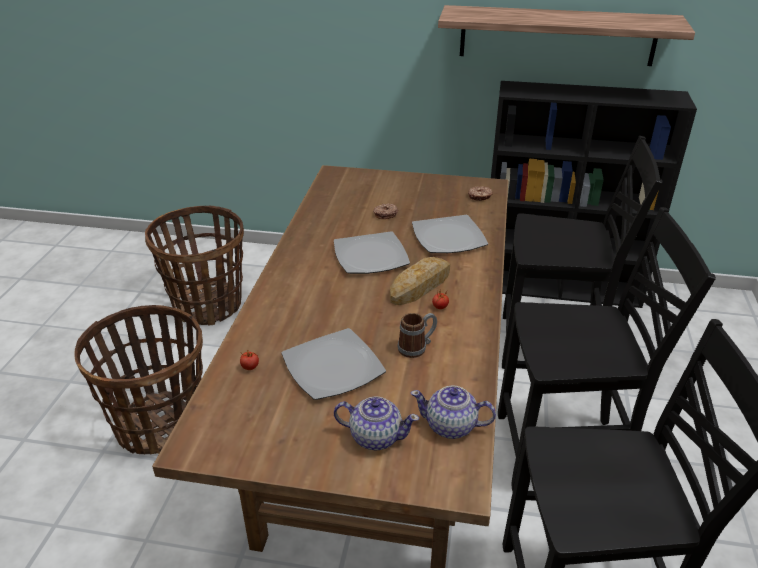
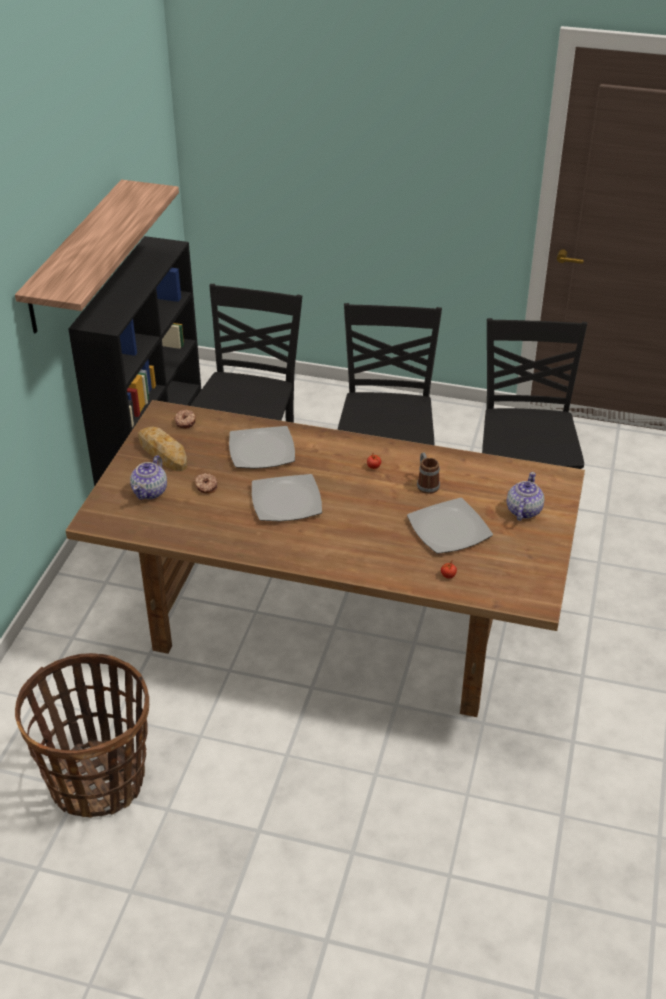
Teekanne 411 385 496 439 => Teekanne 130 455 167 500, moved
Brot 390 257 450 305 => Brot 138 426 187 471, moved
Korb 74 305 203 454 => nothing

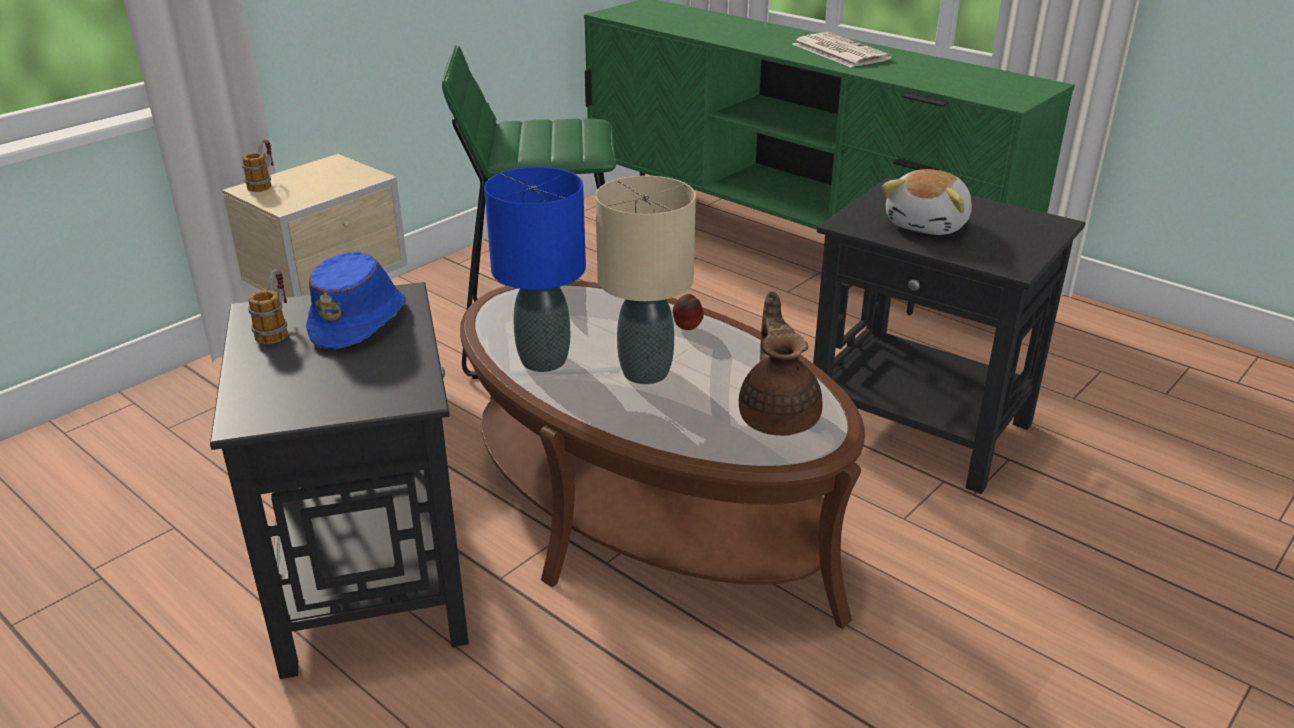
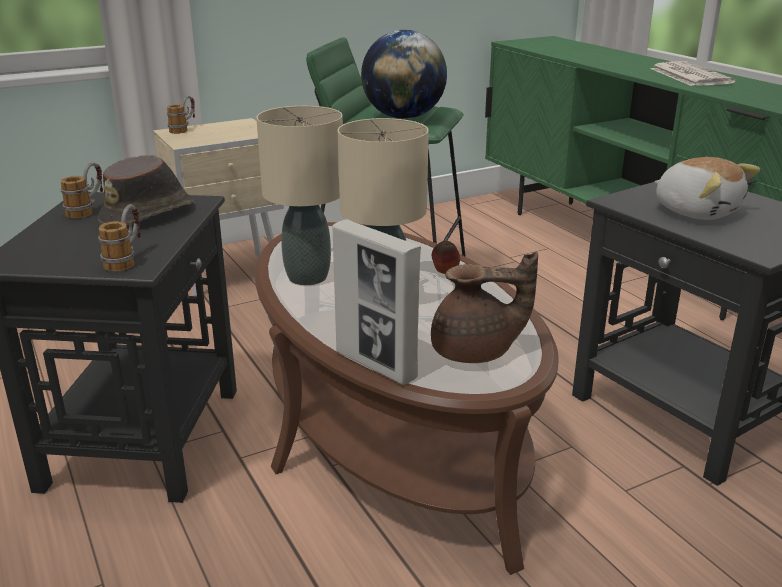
Hut/blau 306 252 406 349 => Hut/braun 98 155 195 225
nothing => Henkelbecher 98 204 141 272
Tischlampe/blau 484 167 586 372 => Tischlampe/beige 256 106 343 285
nothing => Bilderrahmen 333 219 421 385
nothing => Globus 361 30 447 119
Teekanne/braun 739 291 823 436 => Teekanne/braun 431 252 538 363, 75 degrees clockwise
Plüschtier 882 169 972 235 => Plüschtier 654 157 760 220, 90 degrees counterclockwise

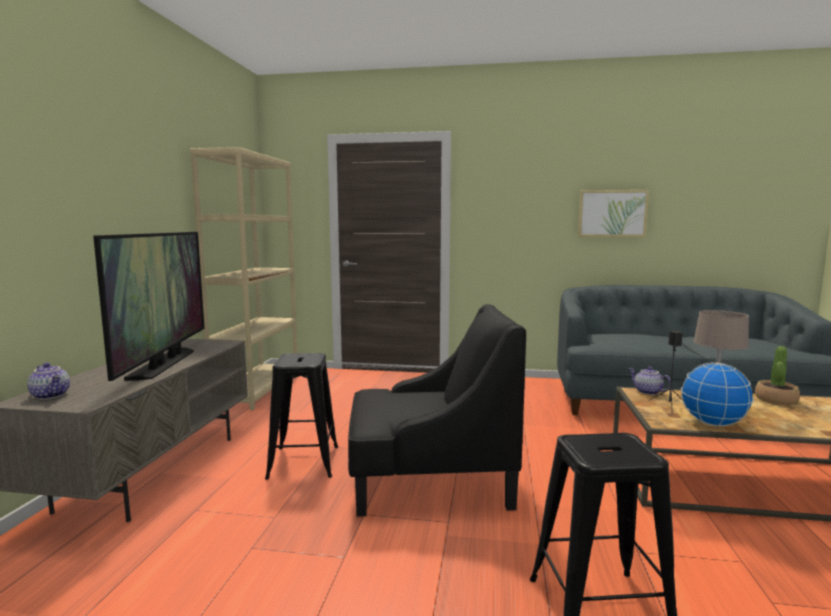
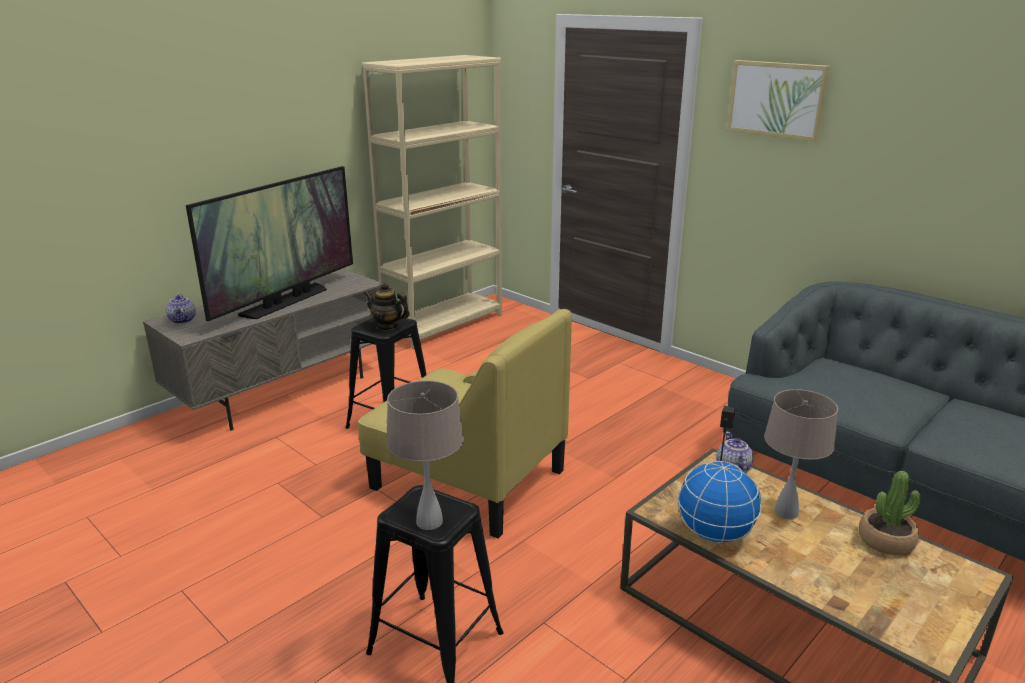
Sessel/schwarz 348 304 526 517 => Sessel/gelb 358 309 572 539
nothing => Teekanne 364 283 410 331
nothing => Tischlampe/beige 386 381 464 530
Bild 578 190 649 237 => Bild 727 60 830 142, moved

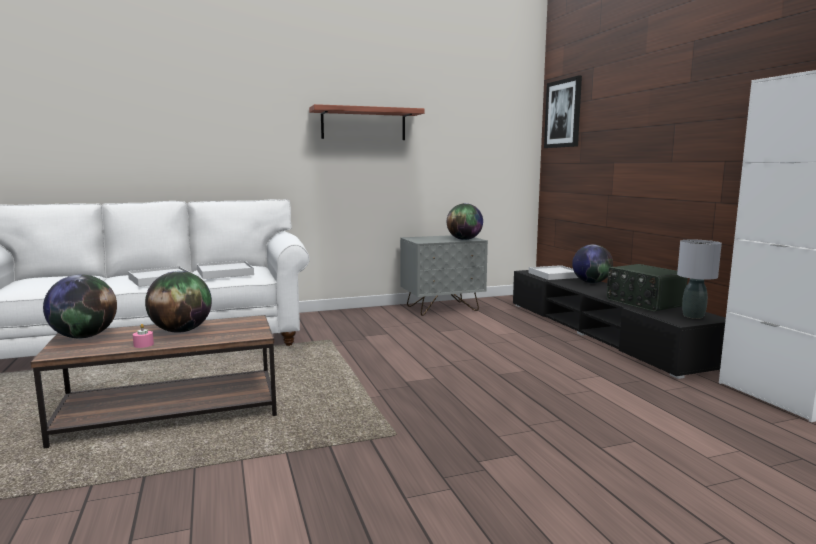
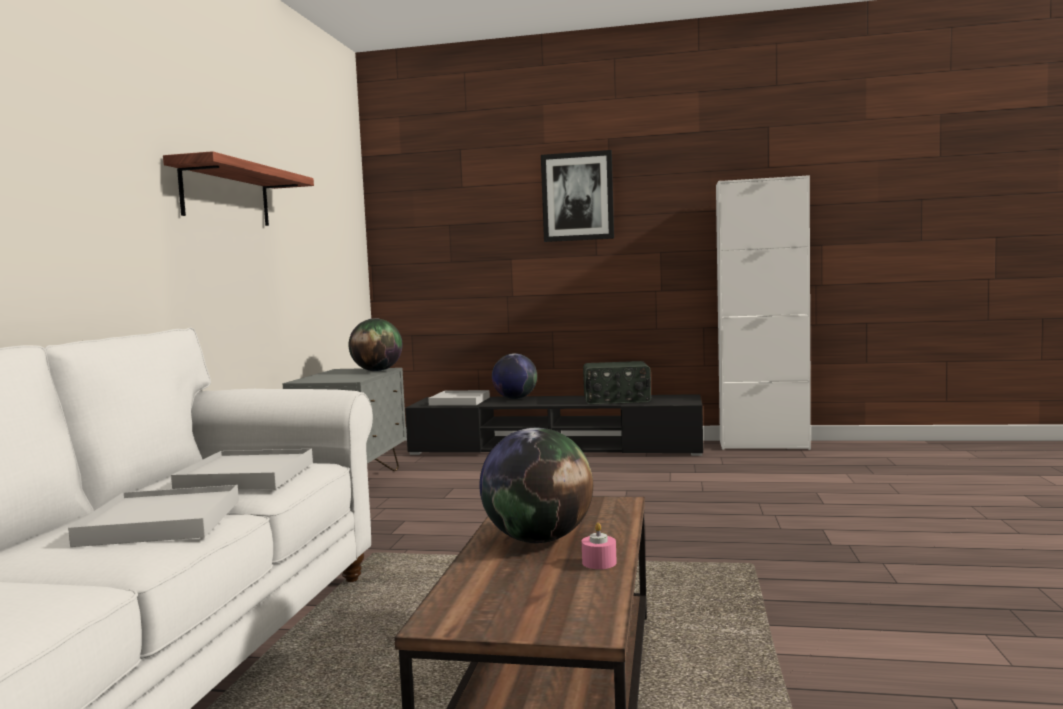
Bild 544 75 582 148 => Bild 541 150 614 242, moved
Globus 43 274 117 338 => nothing
Tischlampe/grau 677 240 722 319 => nothing

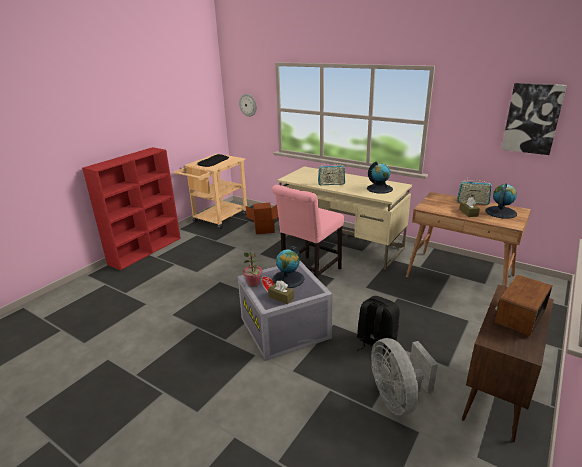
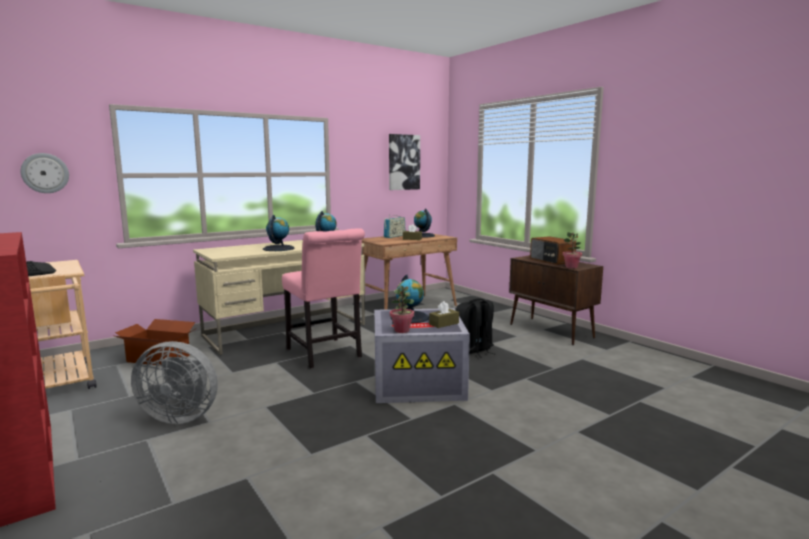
Ventilator/grau 371 338 438 415 => Ventilator/grau 131 341 218 424, moved
Radio 318 162 345 185 => Globus 263 215 295 251
nothing => Topfpflanze 563 232 582 269

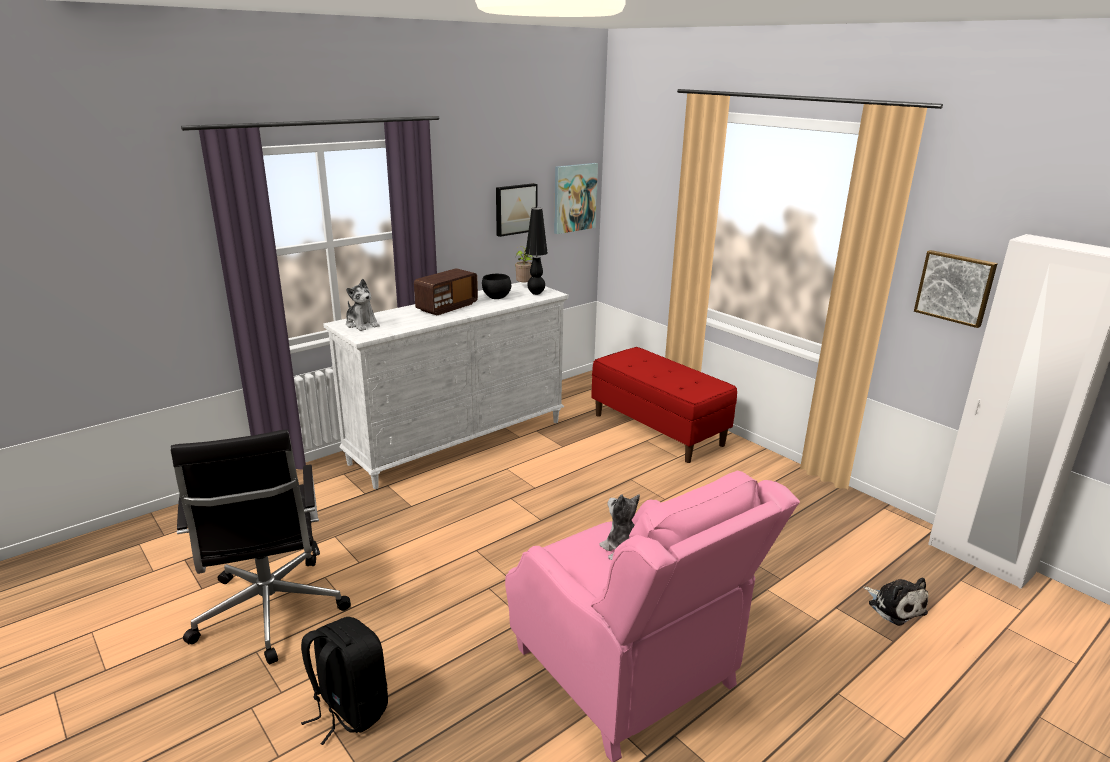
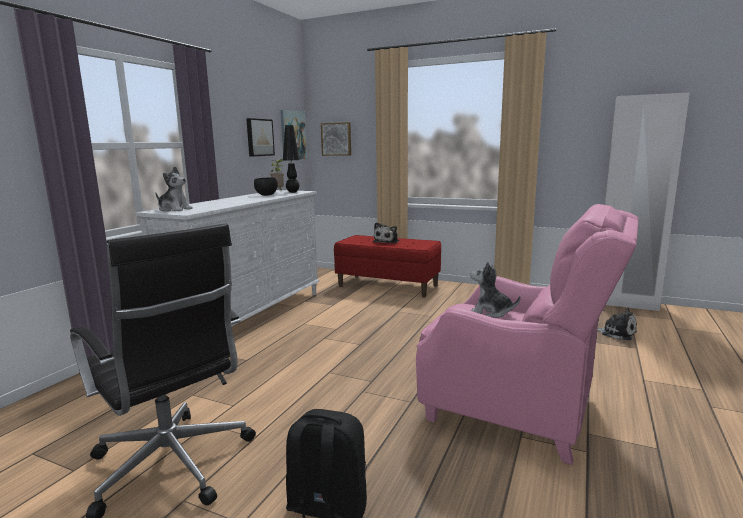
Bild 914 250 998 328 => Bild 321 122 351 156, moved
nothing => Plüschtier 373 222 399 243
Radio 414 268 478 315 => nothing

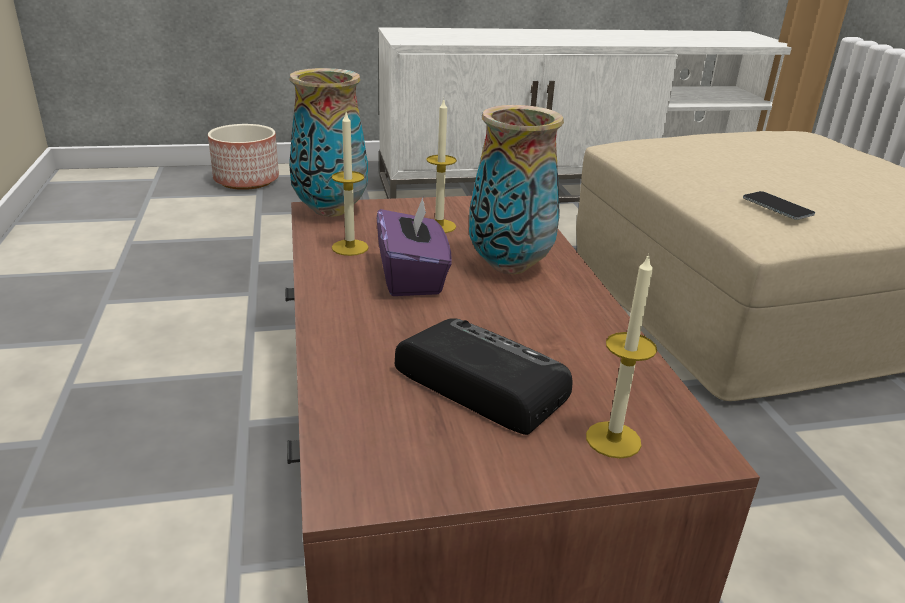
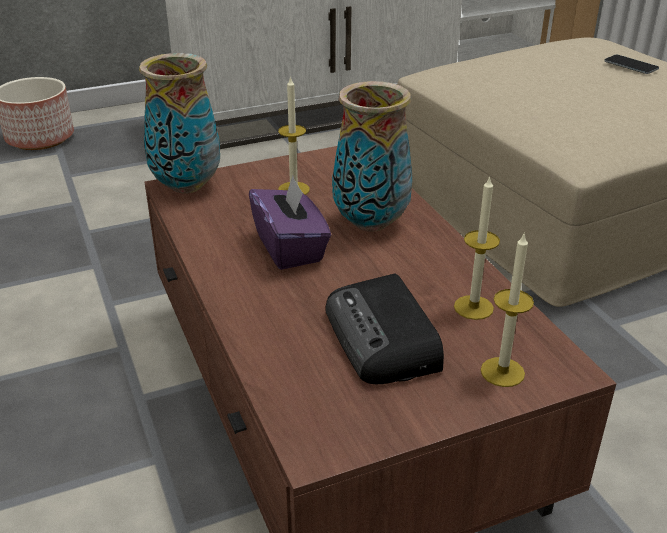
Radio 395 318 572 435 => Radio 325 273 444 384, 135 degrees counterclockwise
Kerze 331 113 369 256 => Kerze 454 175 500 320, moved
Handy 743 191 815 220 => Handy 604 55 659 74, moved

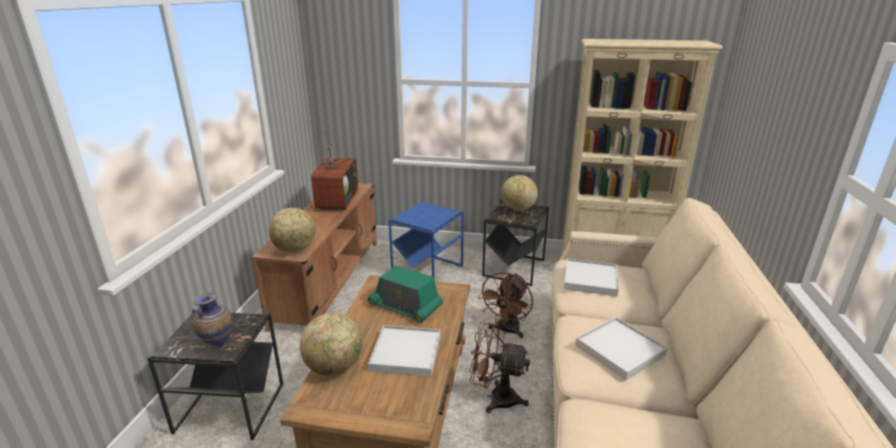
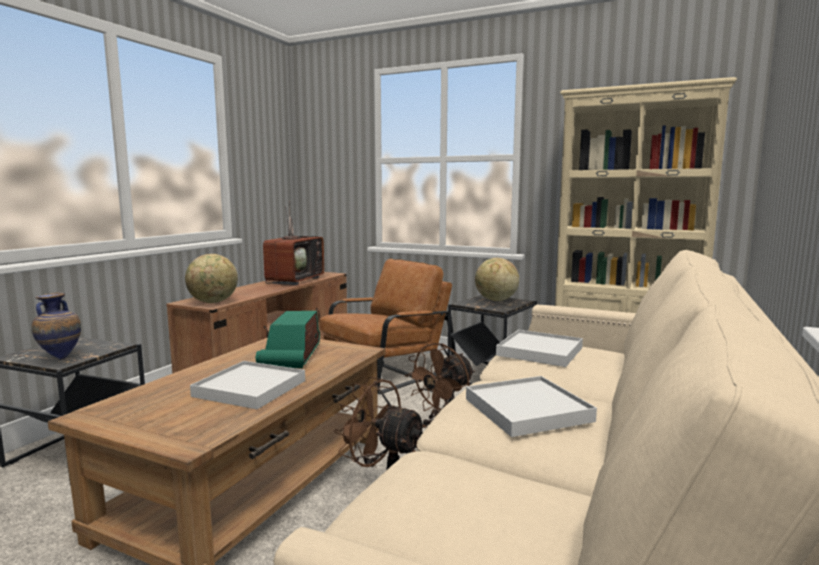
Radio 368 265 443 323 => Radio 256 311 320 368, 45 degrees clockwise
Beistelltisch/blau 388 201 464 280 => Sessel/braun 320 258 456 394
Globus 300 313 362 376 => nothing

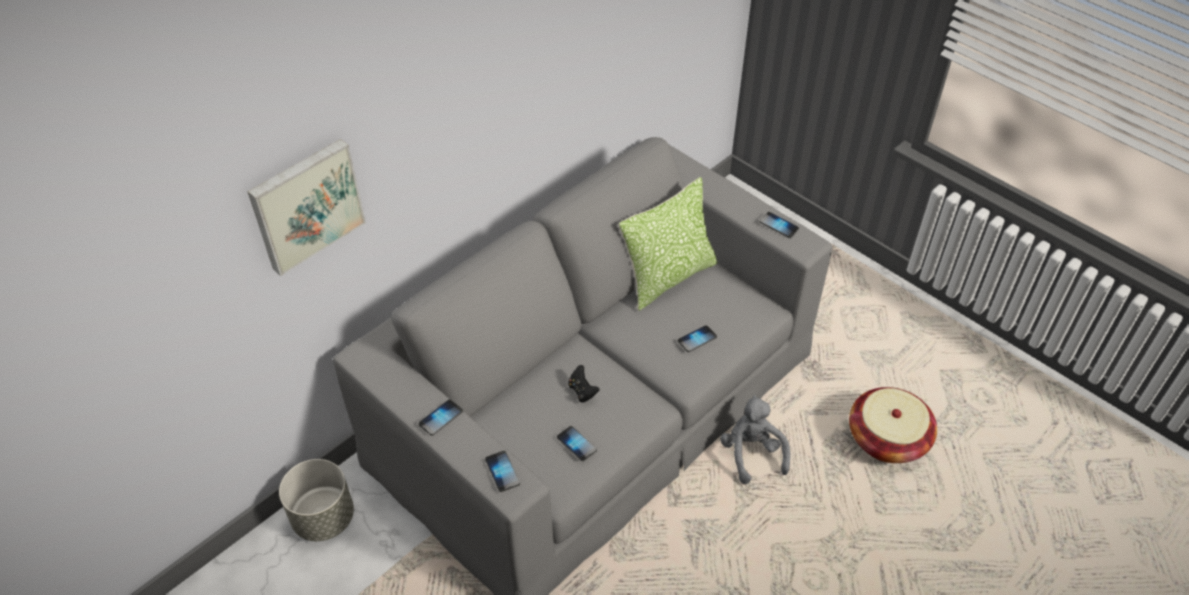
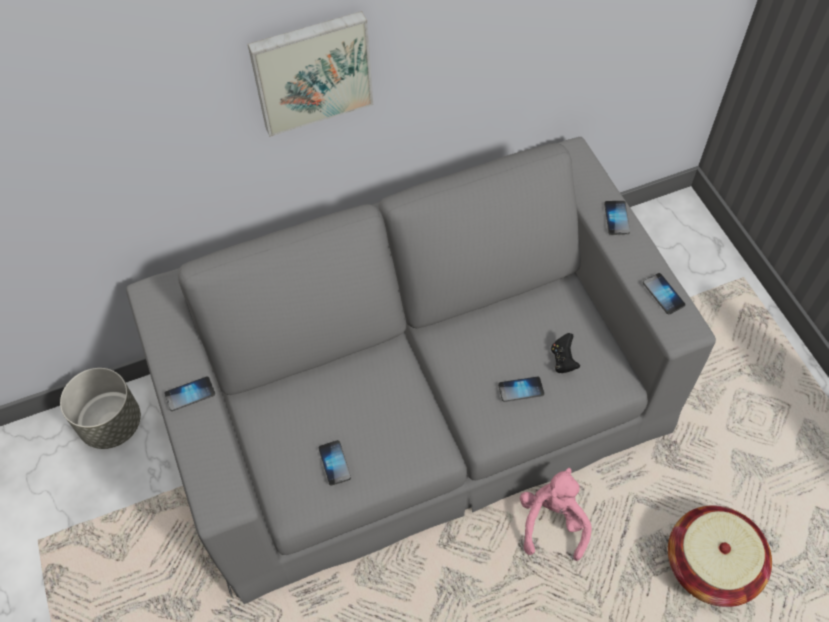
Bild 247 139 366 276 => Bild 248 11 373 137, moved
Plüschtier/grau 720 395 790 484 => Plüschtier/rosa 520 468 592 561
Gamepad/schwarz 568 365 599 403 => Gamepad/schwarz 551 333 580 373, moved
Handy 485 451 520 492 => Handy 604 201 630 235, moved
Kissen 619 177 718 311 => nothing

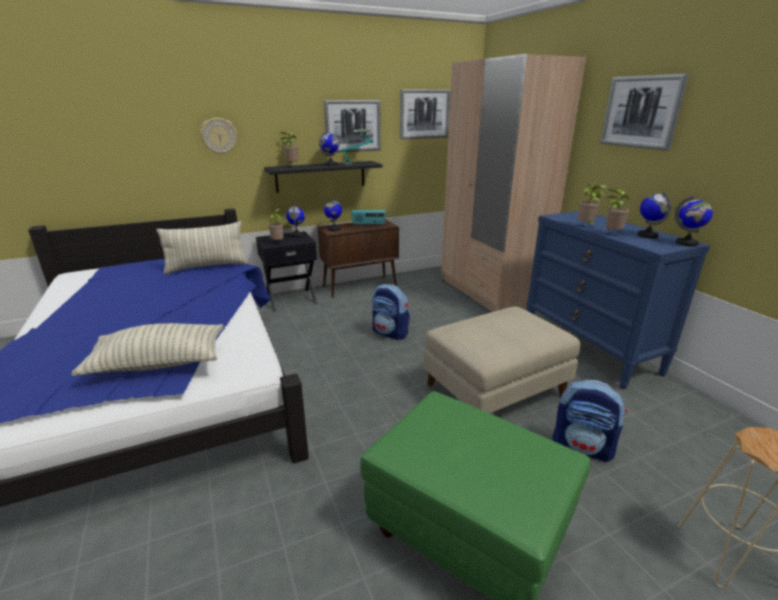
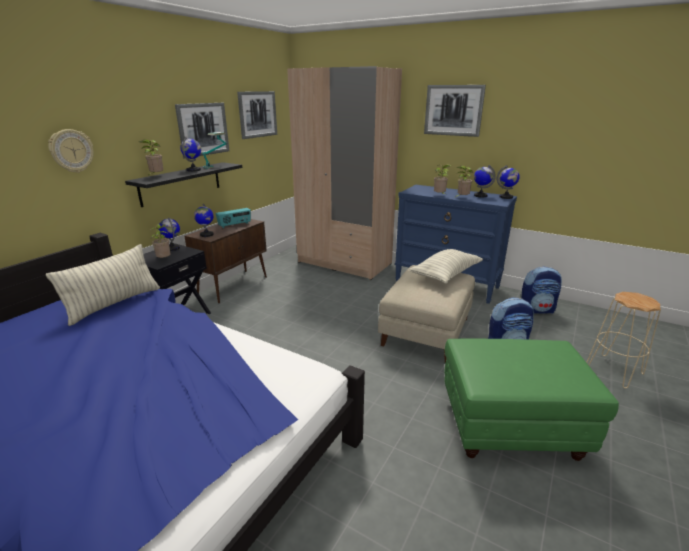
Kissen 72 323 224 376 => Kissen 409 249 483 284, moved
Rucksack 372 284 410 340 => Rucksack 521 267 562 314, moved

